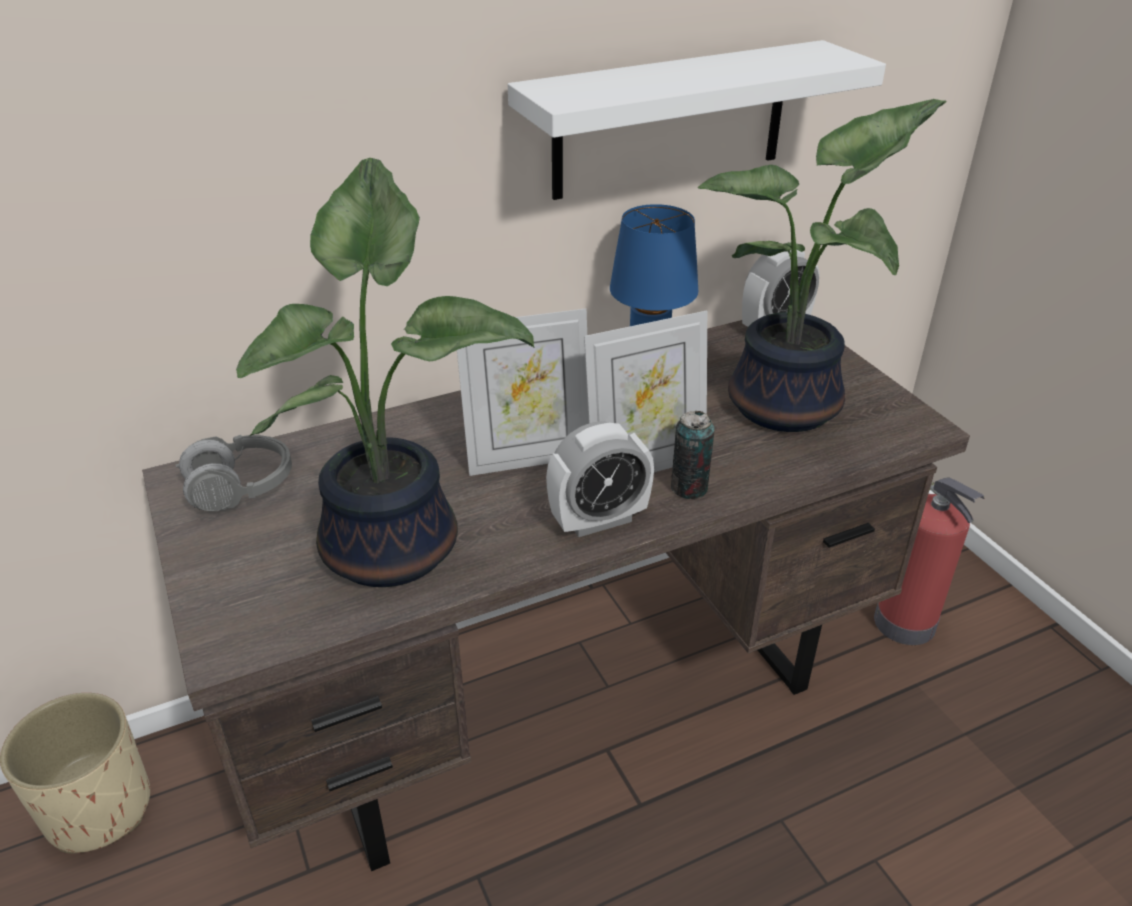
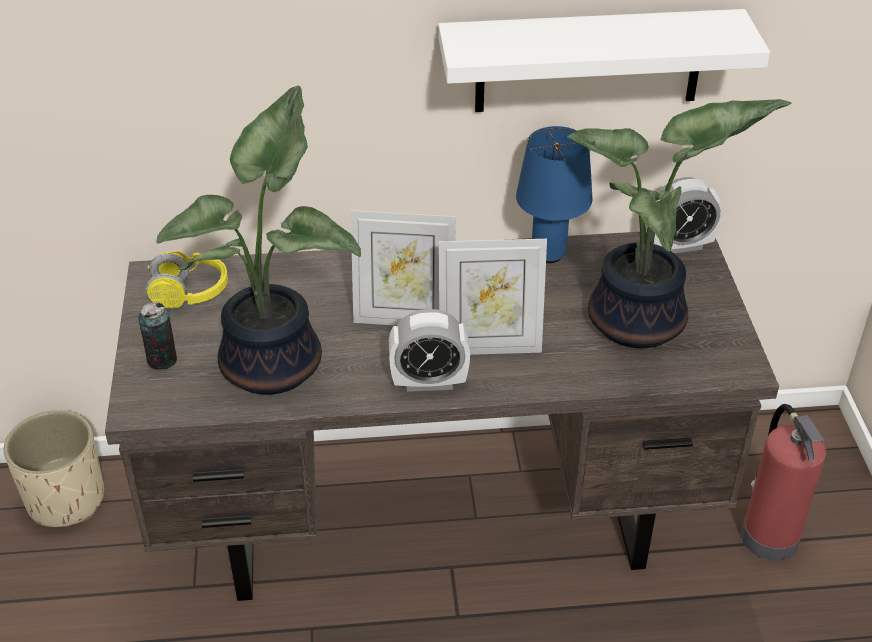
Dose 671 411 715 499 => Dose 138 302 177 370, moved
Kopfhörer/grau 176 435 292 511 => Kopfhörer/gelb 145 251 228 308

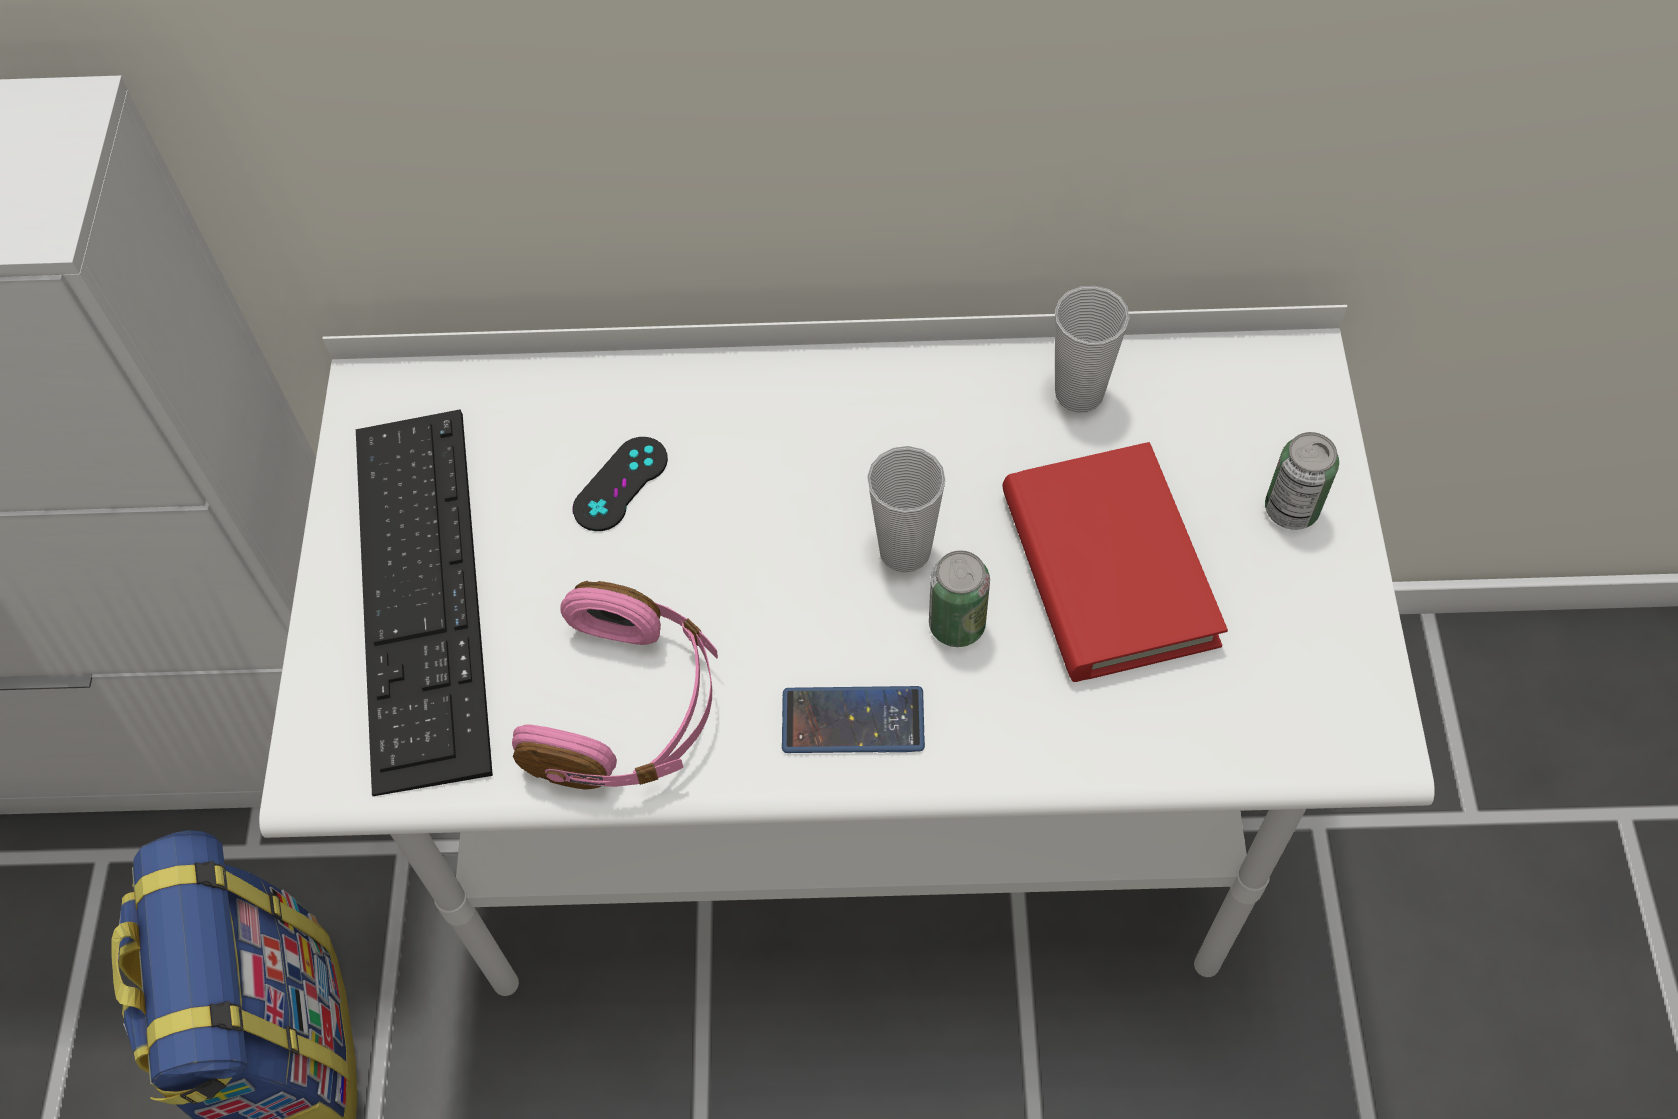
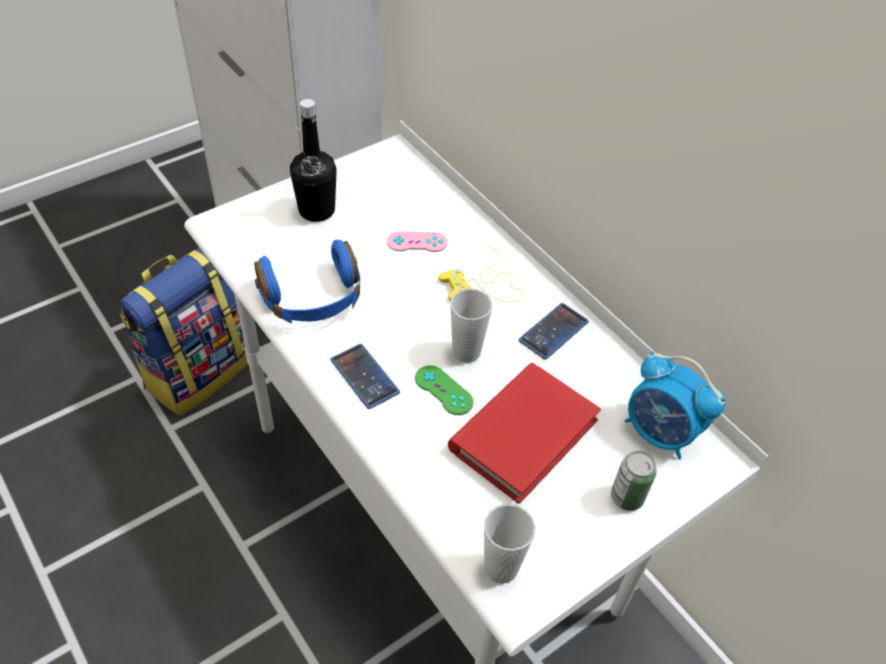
Kopfhörer/rosa 512 581 718 790 => Kopfhörer/blau 254 240 360 323
Tastatur 356 409 493 796 => Flasche/schwarz 290 99 337 222
Gamepad/schwarz 572 437 668 531 => Gamepad/rosa 387 231 448 252
Dose 929 550 990 647 => Gamepad/grün 415 365 473 415
nothing => Gamepad/gelb 438 246 526 302
Tasse 1055 286 1129 413 => Tasse 484 504 536 584, moved
nothing => Handy 519 303 589 360
nothing => Wecker 625 351 726 459

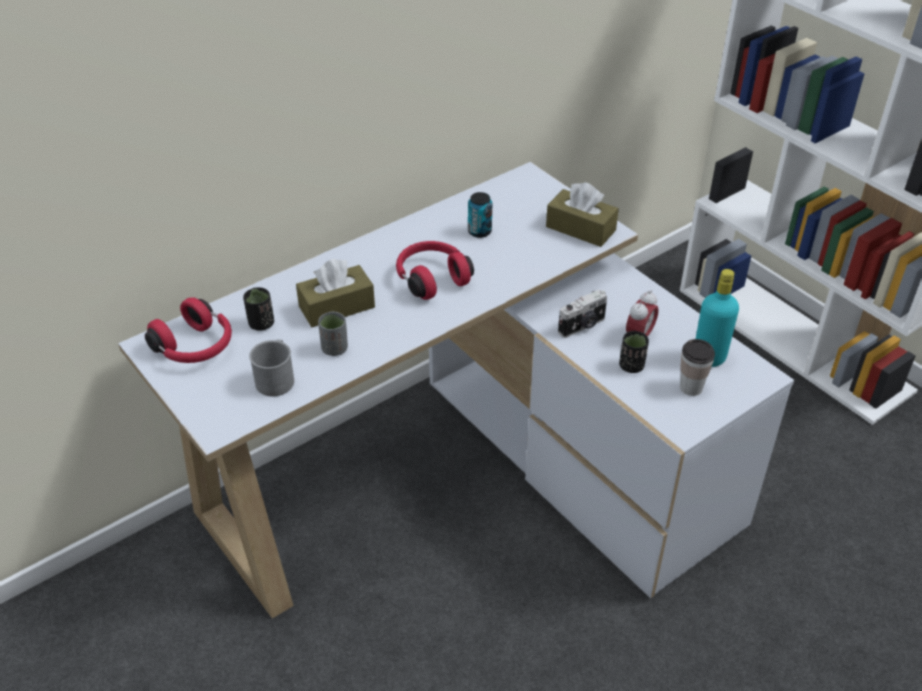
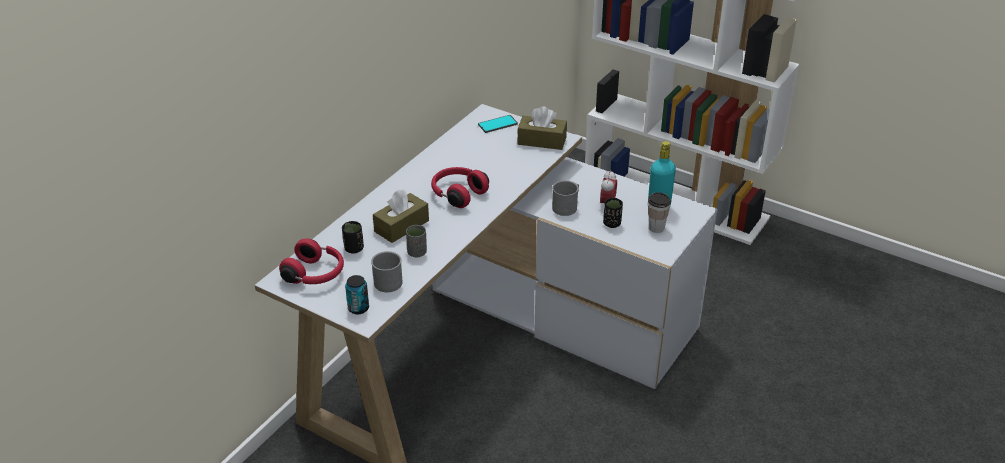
Dose 468 192 492 238 => Dose 345 275 369 314, moved
nothing => Handy 478 115 518 133
Kamera 558 289 607 338 => Henkelbecher/grau 552 180 579 216

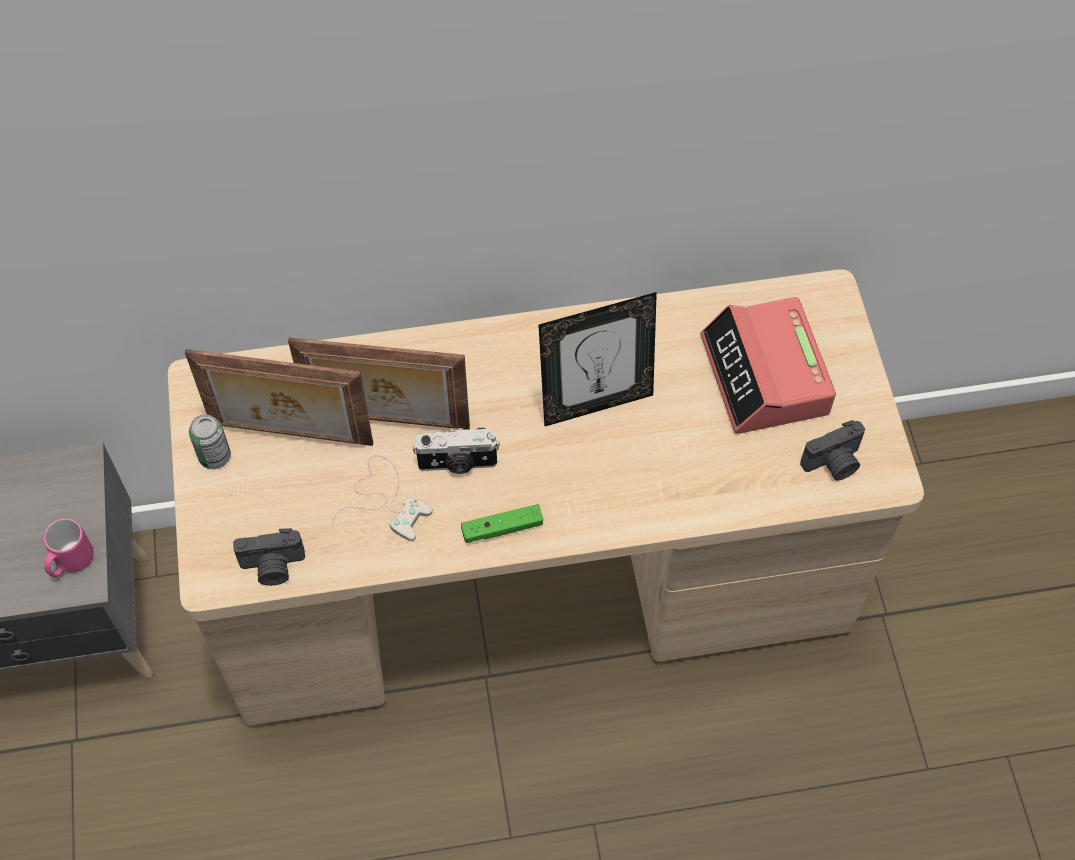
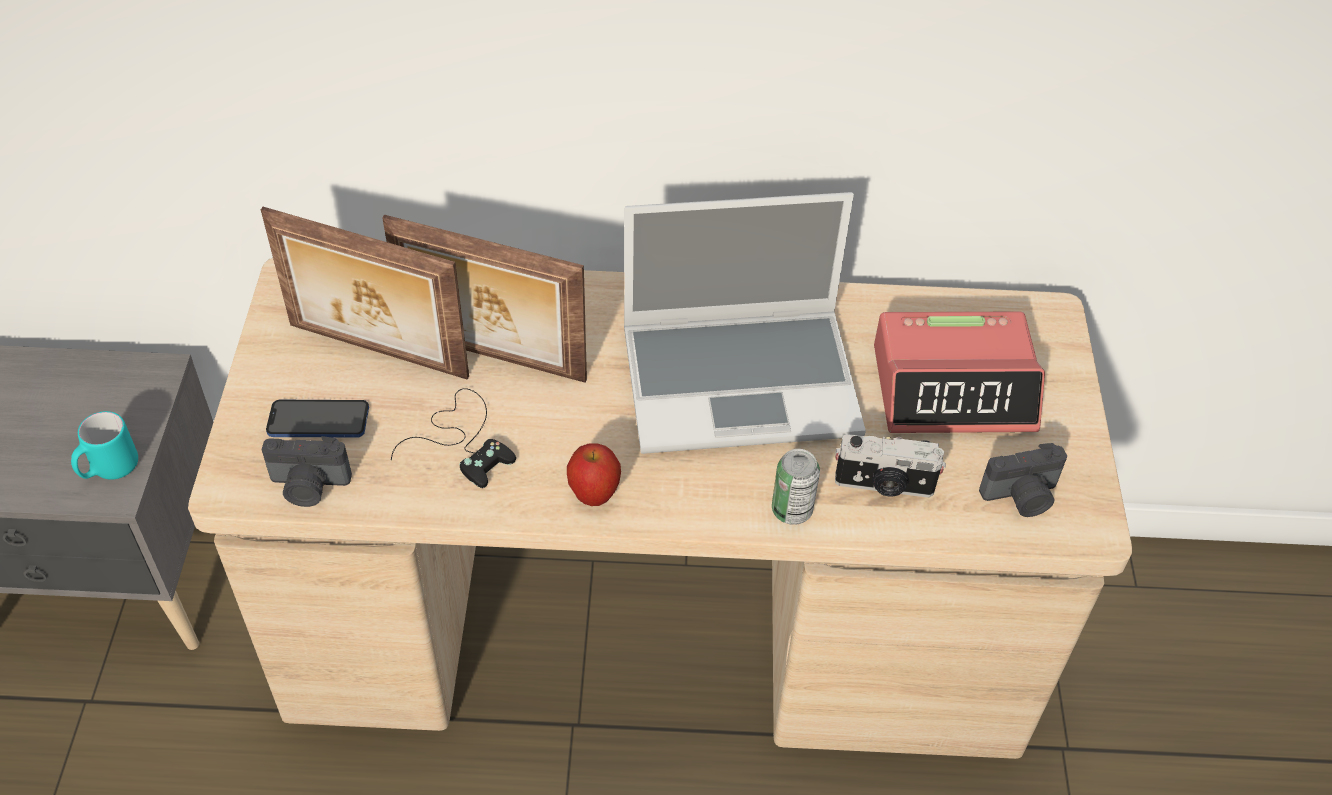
Henkelbecher/rosa 43 518 94 577 => Henkelbecher/türkis 71 411 138 479
nothing => Handy 266 400 369 438
Gamepad/weiß 332 455 433 541 => Gamepad/schwarz 391 388 516 488
Gamepad/grün 461 504 543 543 => Apfel 567 444 621 506
Bilderrahmen 538 292 657 427 => Laptop 624 192 866 454
Dose 189 414 231 469 => Dose 772 449 820 525, moved
Kamera 413 428 500 474 => Kamera 835 434 946 498, moved
Wecker 700 297 836 434 => Wecker 874 312 1045 433, 90 degrees counterclockwise

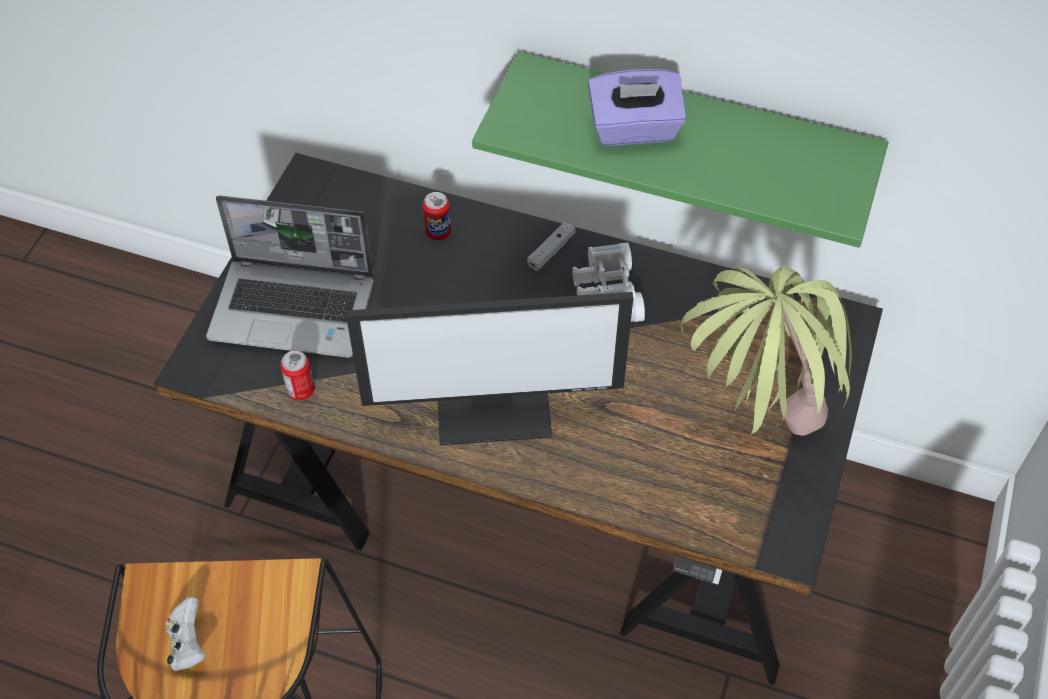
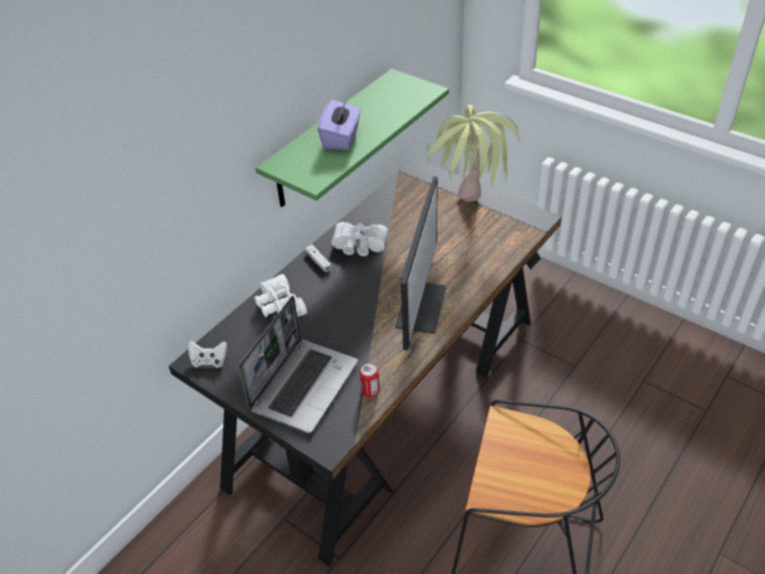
Gamepad/weiß 165 597 206 671 => Gamepad/weiß 188 341 227 368, moved
Dose 423 192 451 240 => Fernglas/weiß 254 274 307 317

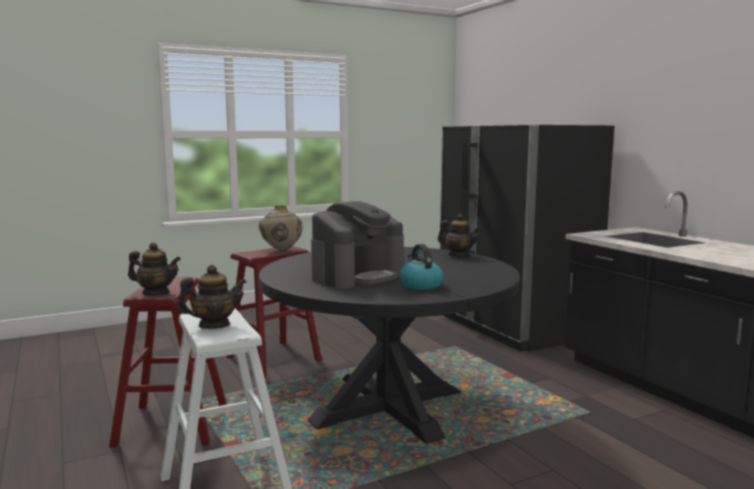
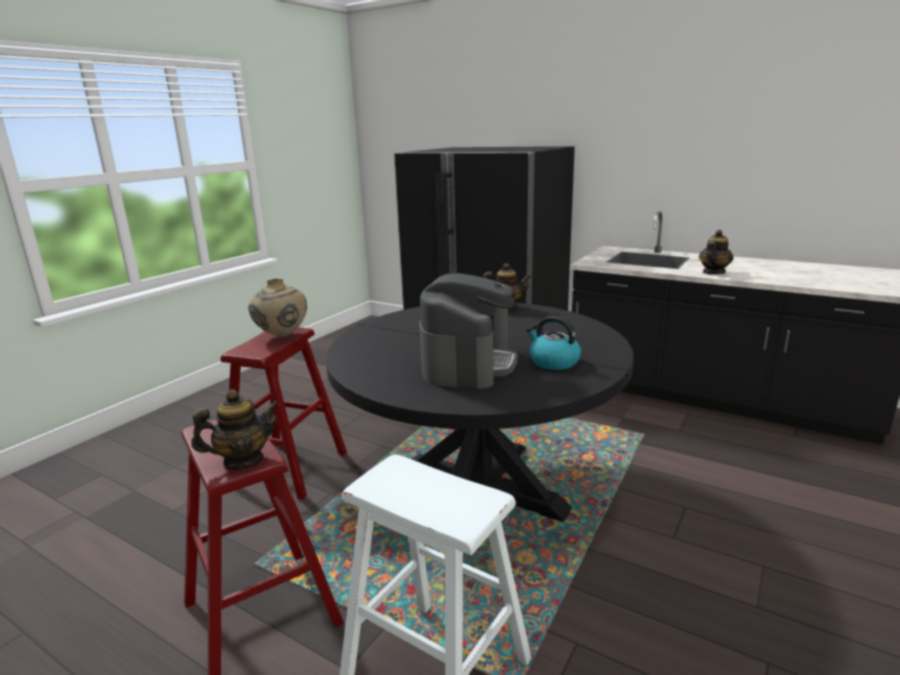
Teekanne 177 265 247 329 => Teekanne 699 230 733 274, moved

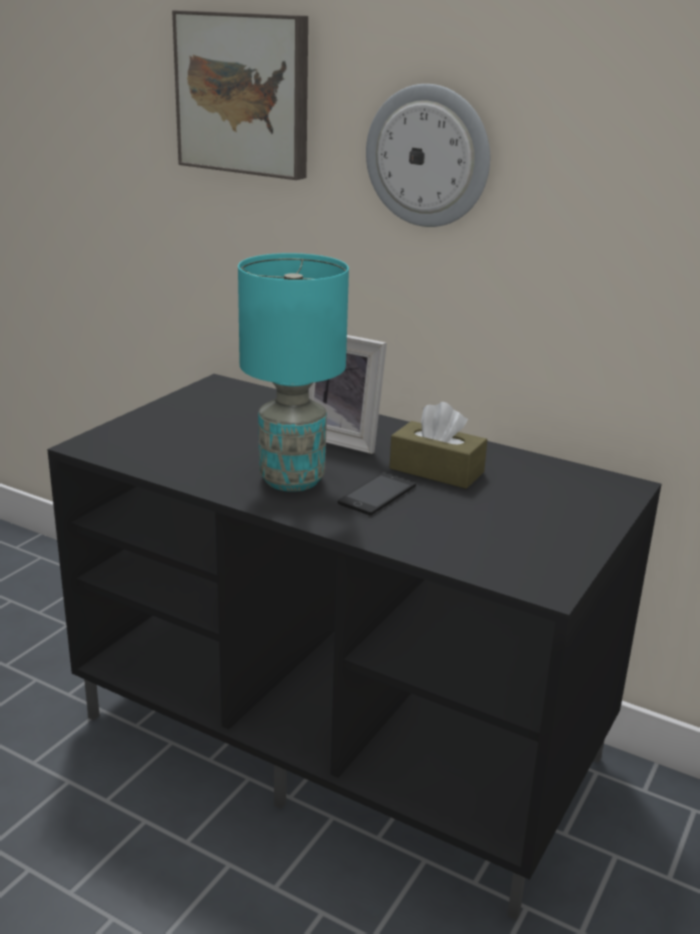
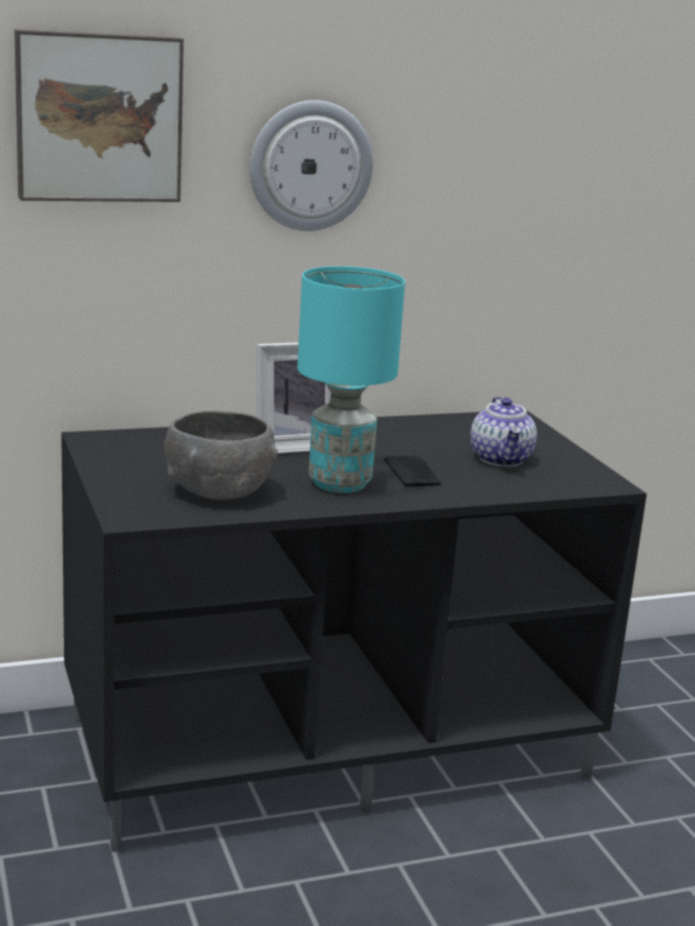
nothing => Schüssel/grau 164 411 278 500
nothing => Teekanne 470 397 537 467
Taschentuchbox/braun 390 402 487 489 => nothing

